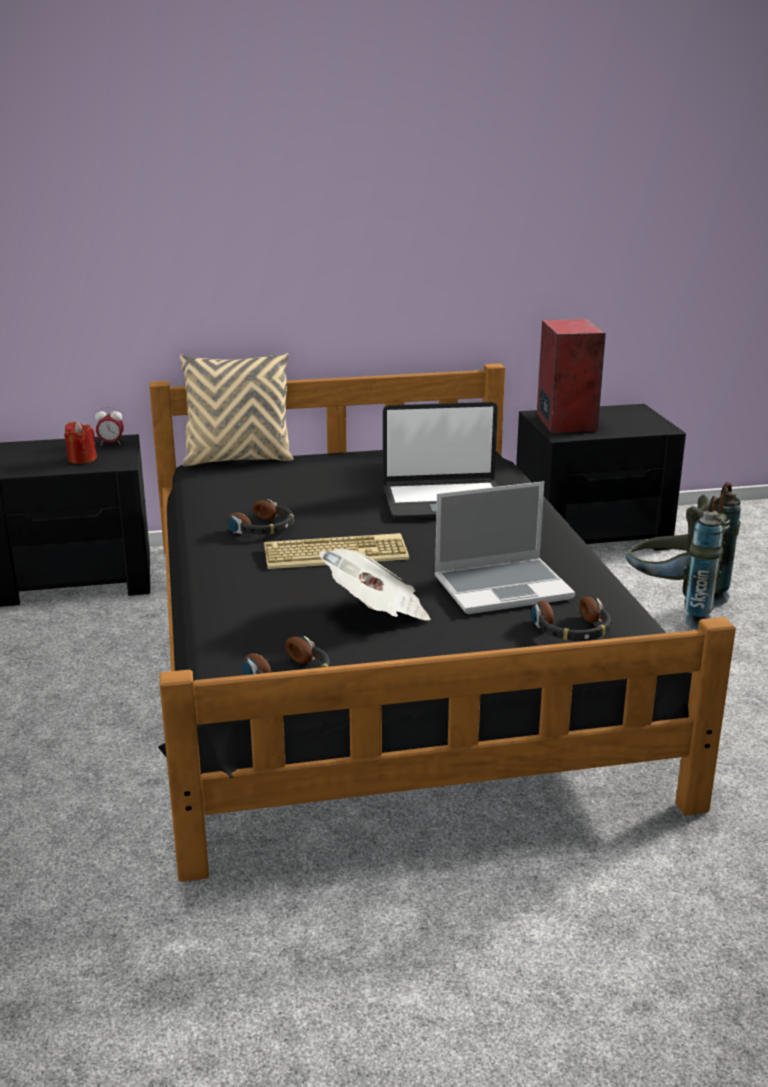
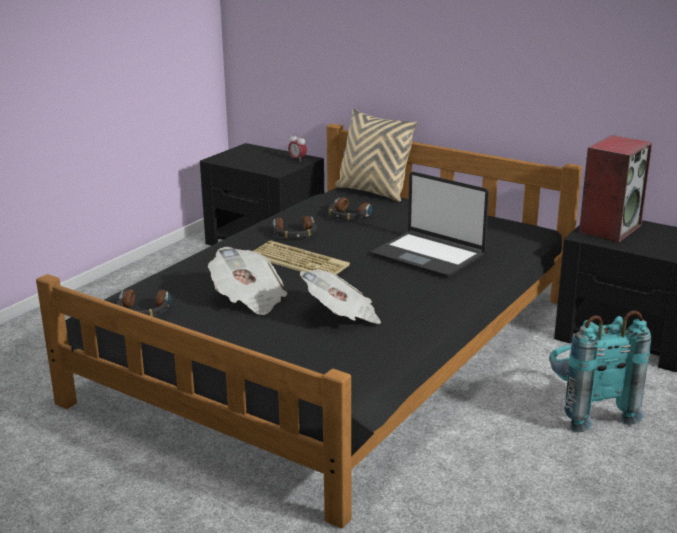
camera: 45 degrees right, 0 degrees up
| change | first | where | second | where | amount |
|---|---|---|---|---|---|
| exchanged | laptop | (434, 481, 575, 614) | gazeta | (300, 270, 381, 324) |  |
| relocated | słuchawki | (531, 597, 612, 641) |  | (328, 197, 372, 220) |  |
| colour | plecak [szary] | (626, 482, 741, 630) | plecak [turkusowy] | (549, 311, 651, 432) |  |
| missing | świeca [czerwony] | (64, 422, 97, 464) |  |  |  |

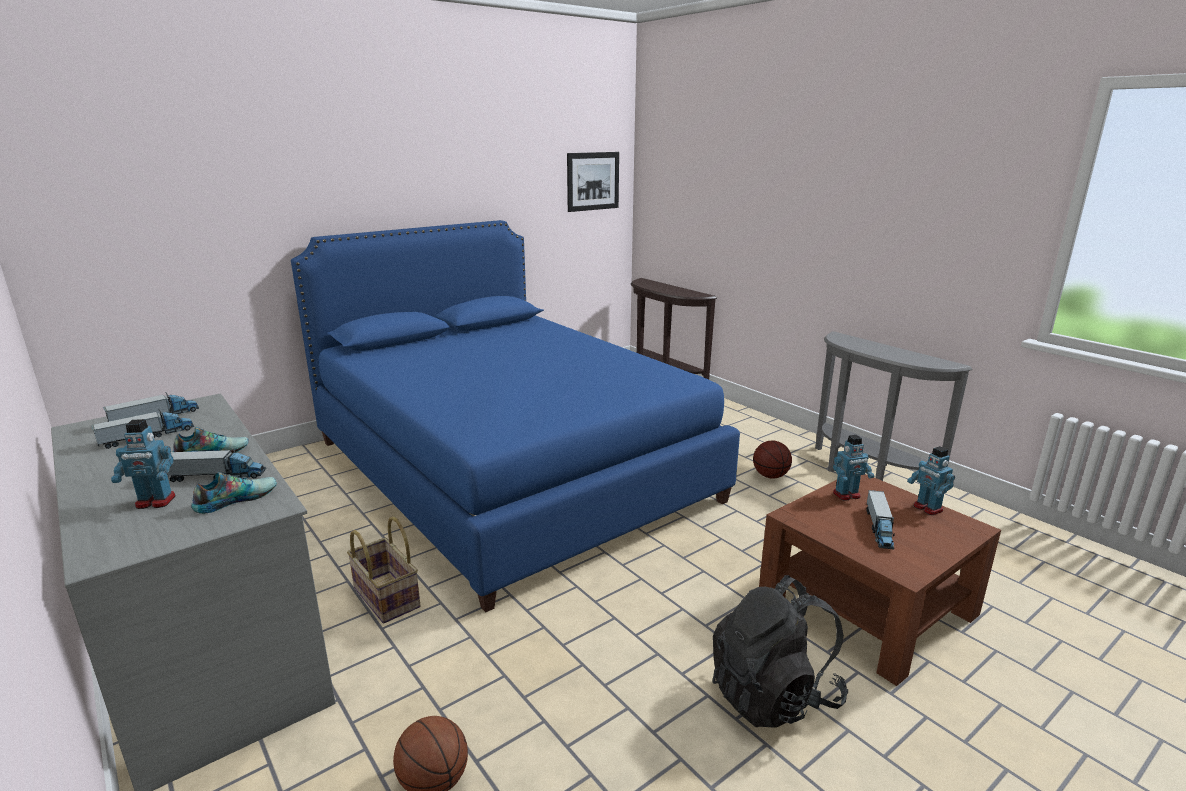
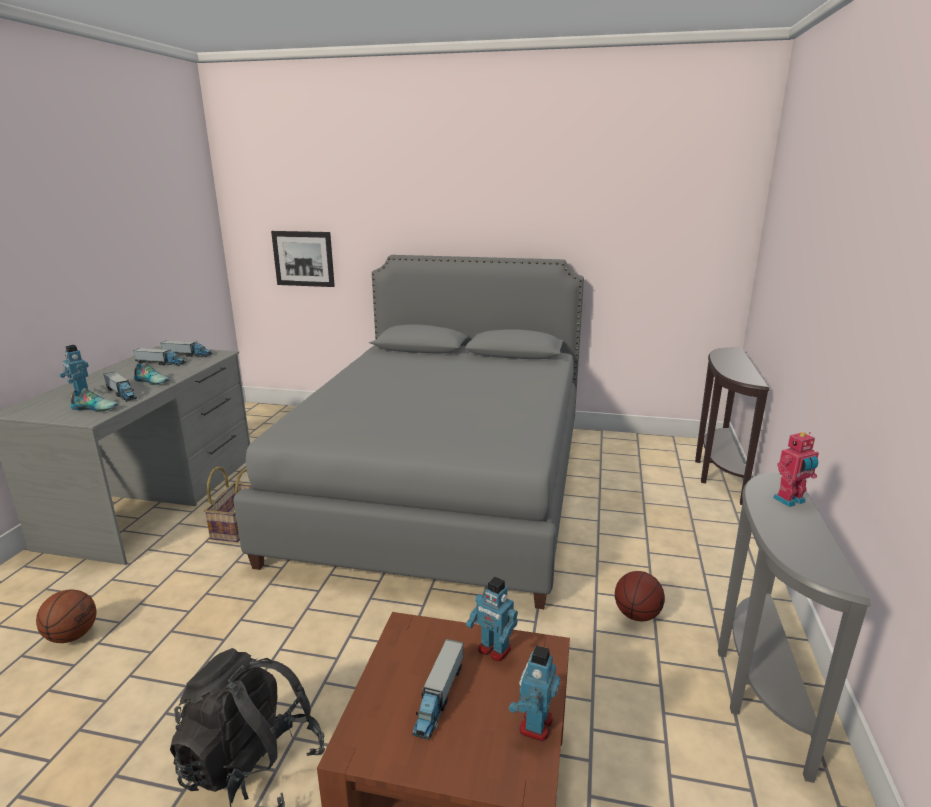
camera: 50 degrees right, 0 degrees up
| change | first | where | second | where | amount |
|---|---|---|---|---|---|
| colour | łóżko [niebieski] | (291, 220, 740, 612) | łóżko [szary] | (234, 255, 584, 609) |  |
| relocated | obraz | (567, 152, 619, 212) |  | (271, 231, 335, 287) |  |
| spun | ciężarówka zabawkowa | (867, 490, 895, 550) |  | (412, 639, 463, 740) | 45 degrees counterclockwise |
| appeared |  |  | robot zabawkowy | (773, 432, 819, 507) |  |

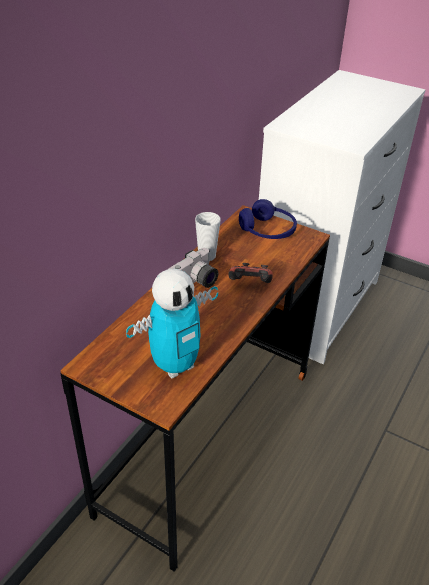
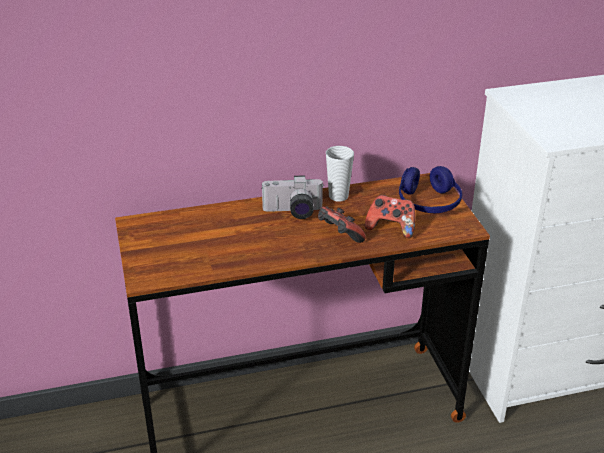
camera: 45 degrees right, 5 degrees down
| change | first | where | second | where | amount |
|---|---|---|---|---|---|
| appeared |  |  | pad do gier | (365, 195, 415, 238) |  |
| missing | robot zabawkowy | (126, 269, 218, 378) |  |  |  |

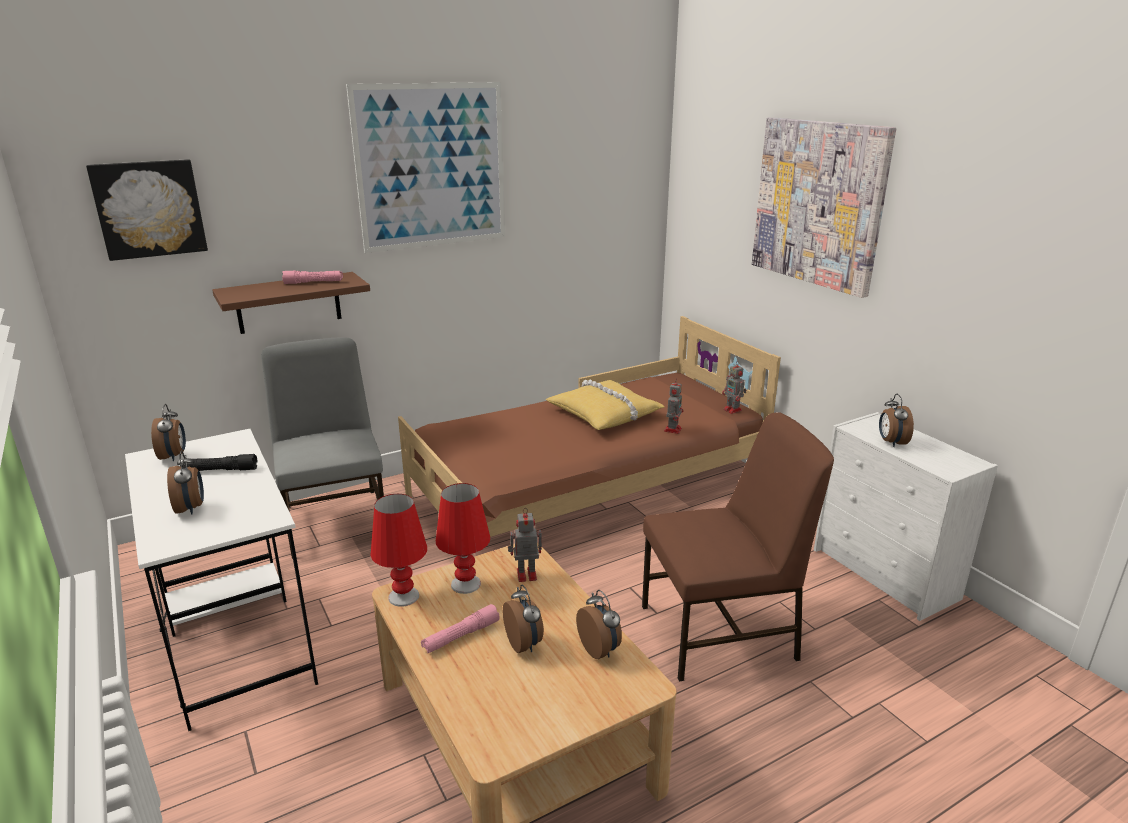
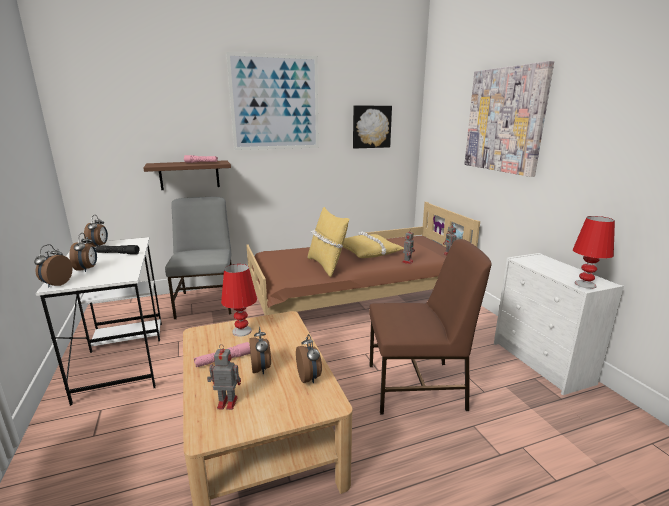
camera: 10 degrees right, 5 degrees down
| change | first | where | second | where | amount |
|---|---|---|---|---|---|
| relocated | budzik | (879, 394, 914, 447) |  | (34, 244, 73, 287) |  |
| relocated | robot zabawkowy | (508, 508, 542, 582) |  | (207, 344, 241, 410) |  |
| appeared |  |  | poduszka [żółty] | (308, 207, 349, 277) |  |
| relocated | obraz | (86, 159, 208, 261) |  | (353, 106, 392, 149) |  |
| relocated | lampa stołowa [czerwony] | (370, 494, 427, 607) |  | (573, 216, 615, 289) |  |

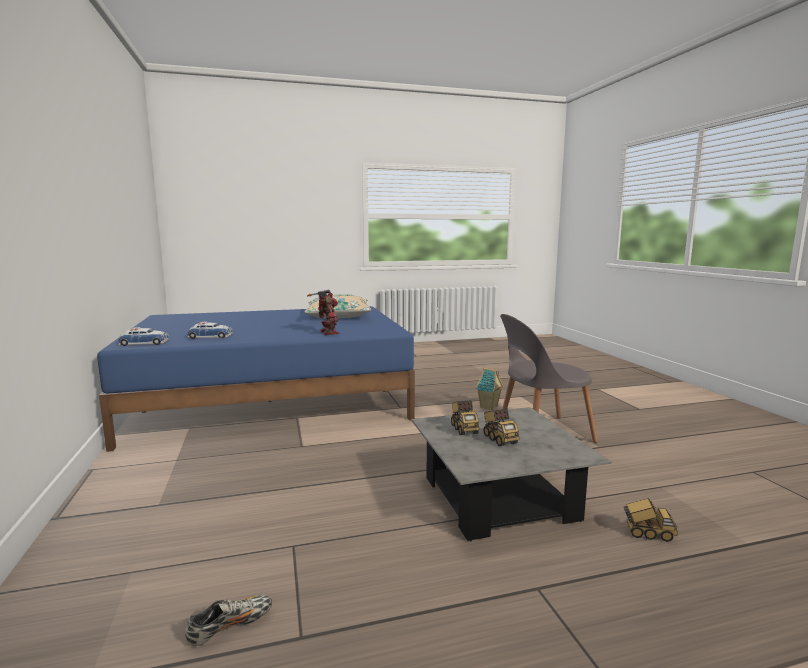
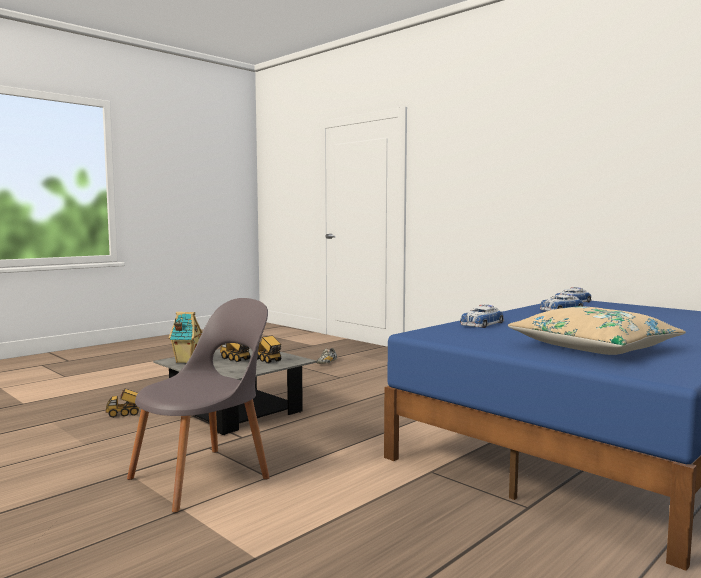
camera: 150 degrees right, 5 degrees down
| change | first | where | second | where | amount |
|---|---|---|---|---|---|
| relocated | domek | (476, 367, 503, 410) |  | (169, 312, 202, 363) |  |
| exchanged | robot zabawkowy | (307, 289, 339, 335) | samochodzik | (460, 305, 504, 328) |  |

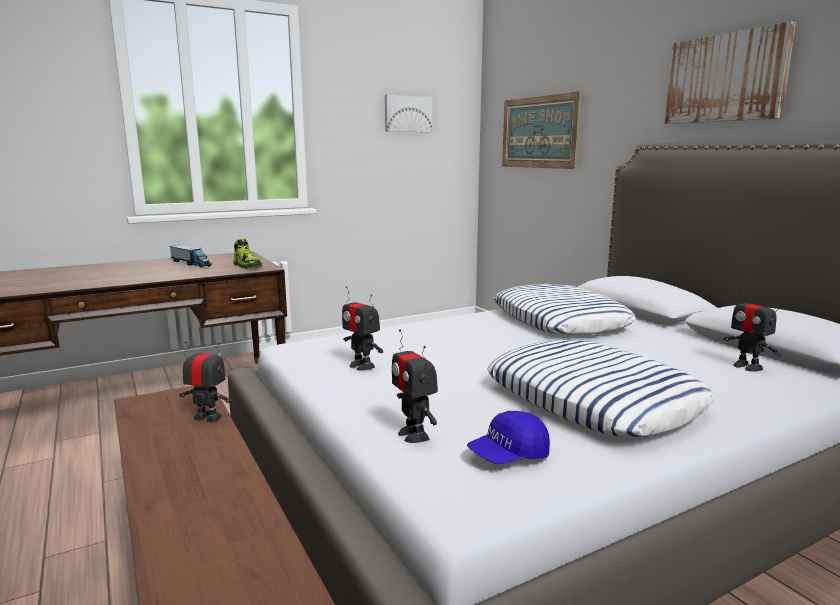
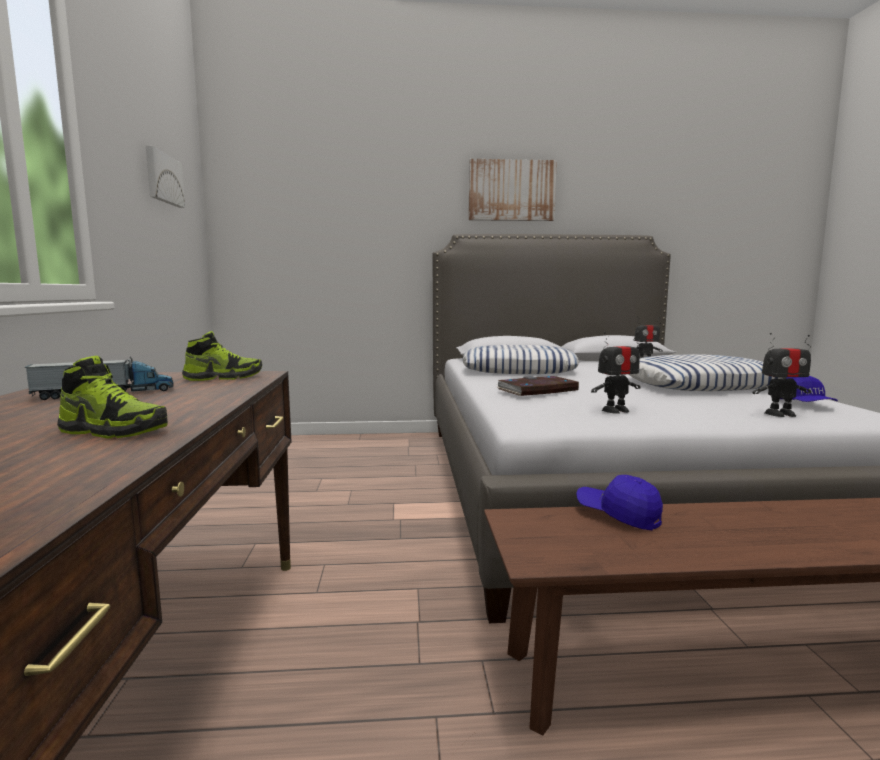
camera: 65 degrees left, 5 degrees down
| change | first | where | second | where | amount |
|---|---|---|---|---|---|
| appeared |  |  | but | (57, 356, 168, 439) |  |
| appeared |  |  | książka | (497, 376, 579, 396) |  |
| exchanged | robot zabawkowy | (179, 341, 232, 422) | czapka z daszkiem [niebieski] | (576, 475, 663, 530) |  |
| missing | obraz | (502, 91, 582, 169) |  |  |  |

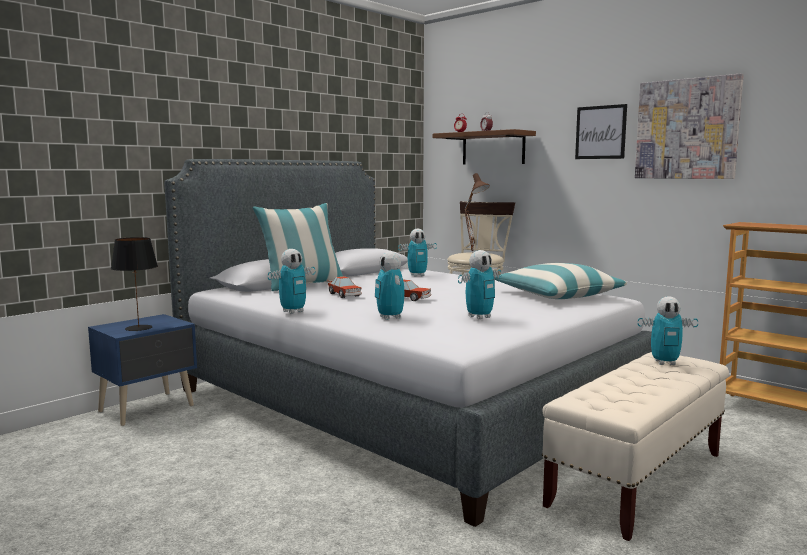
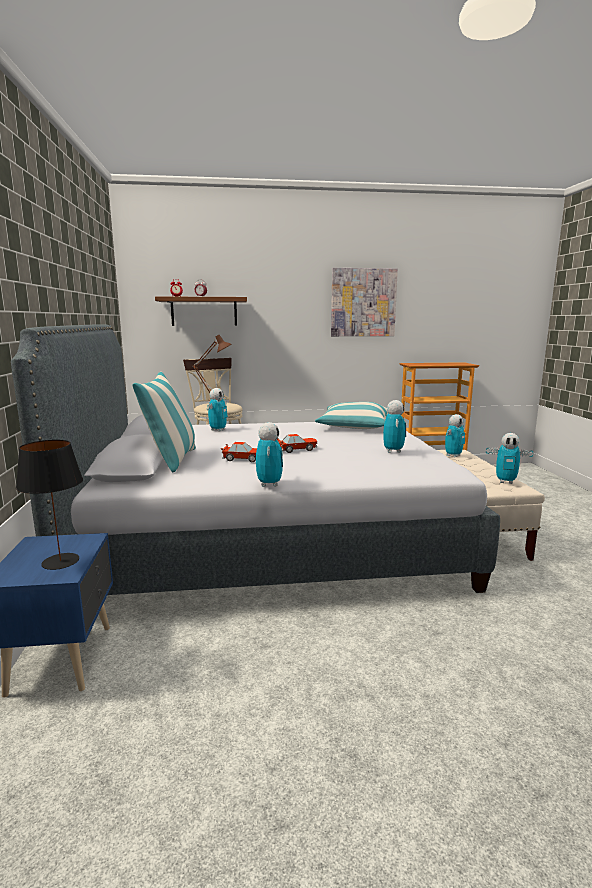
camera: 50 degrees left, 5 degrees up
| change | first | where | second | where | amount |
|---|---|---|---|---|---|
| relocated | robot zabawkowy | (375, 251, 404, 320) |  | (486, 433, 533, 484) |  |
| missing | obraz | (575, 104, 627, 159) |  |  |  |

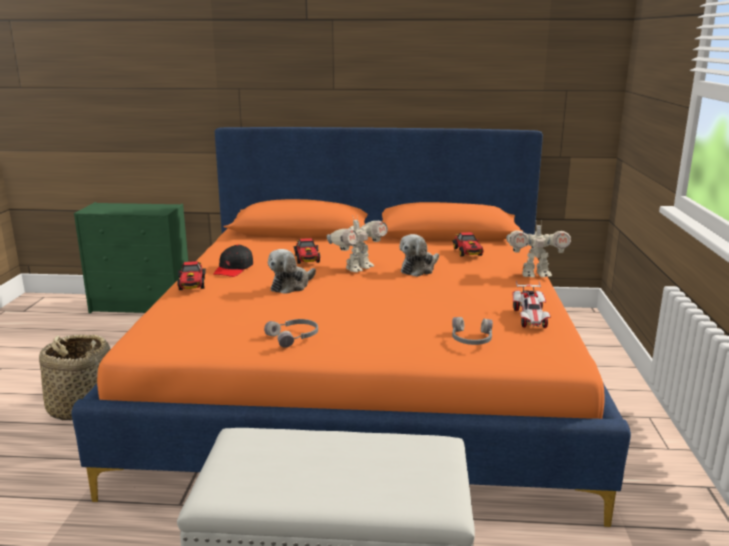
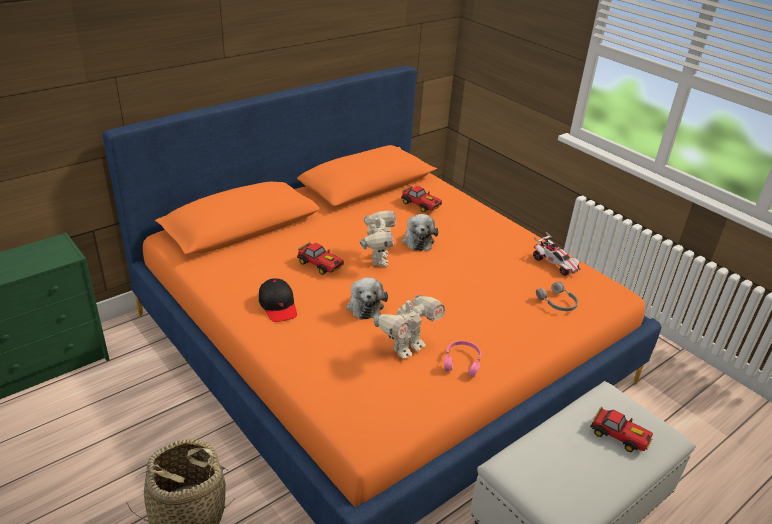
camera: 45 degrees left, 15 degrees up
| change | first | where | second | where | amount |
|---|---|---|---|---|---|
| relocated | robot zabawkowy | (506, 221, 571, 277) |  | (374, 294, 445, 359) |  |
| colour | słuchawki [szary] | (264, 319, 318, 348) | słuchawki [różowy] | (444, 341, 481, 377) |  |
| relocated | samochodzik | (178, 261, 206, 290) |  | (590, 406, 653, 452) |  |

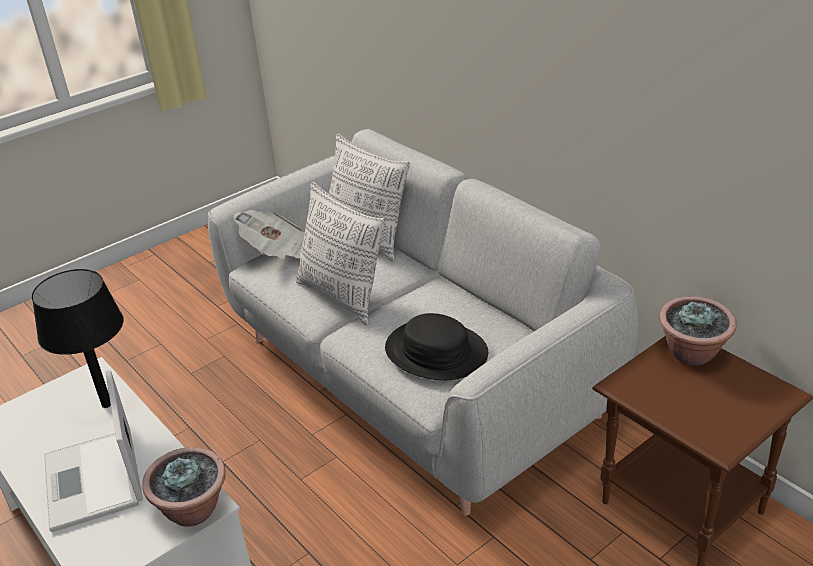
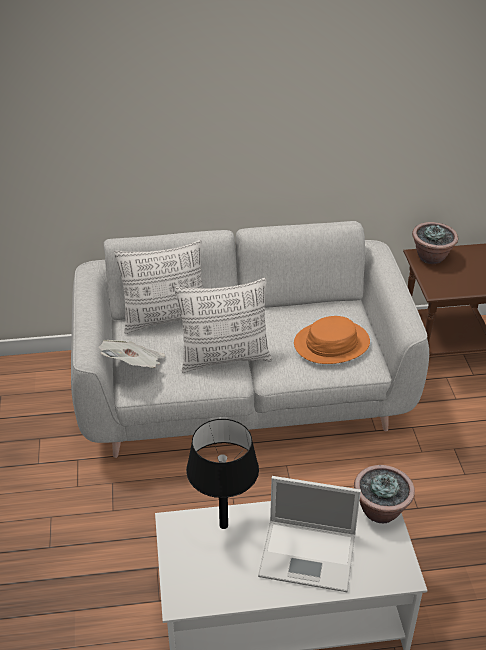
camera: 60 degrees left, 5 degrees up
| change | first | where | second | where | amount |
|---|---|---|---|---|---|
| colour | kapelusz [czarny] | (385, 313, 488, 380) | kapelusz [pomarańczowy] | (294, 316, 370, 364) |  |

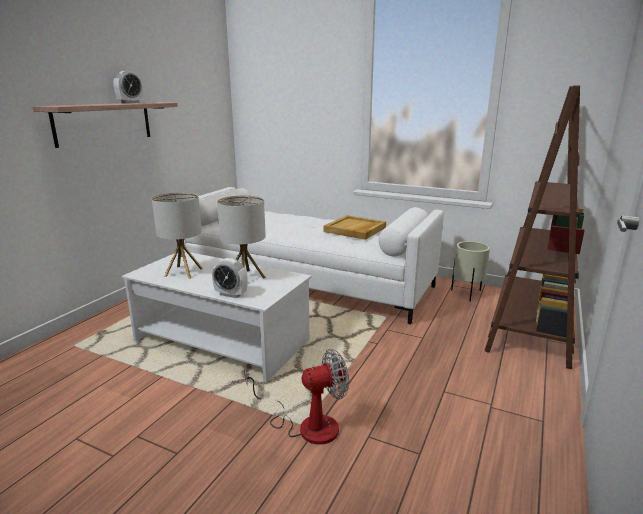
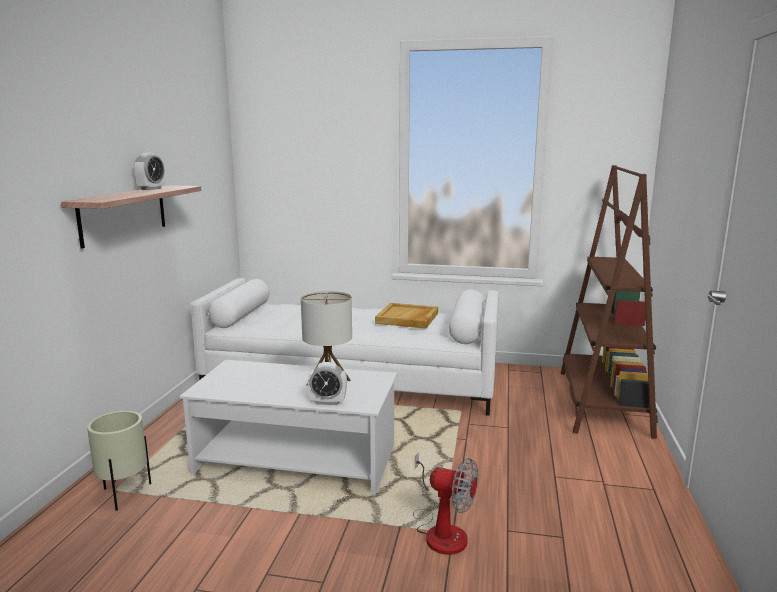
camera: 15 degrees left, 5 degrees down
| change | first | where | second | where | amount |
|---|---|---|---|---|---|
| relocated | donica [beżowy] | (451, 241, 490, 302) |  | (87, 411, 151, 510) |  |
| spun | wentylator | (244, 349, 349, 445) |  | (413, 452, 479, 555) | 60 degrees clockwise |
| missing | lampa stołowa | (152, 192, 203, 279) |  |  |  |

